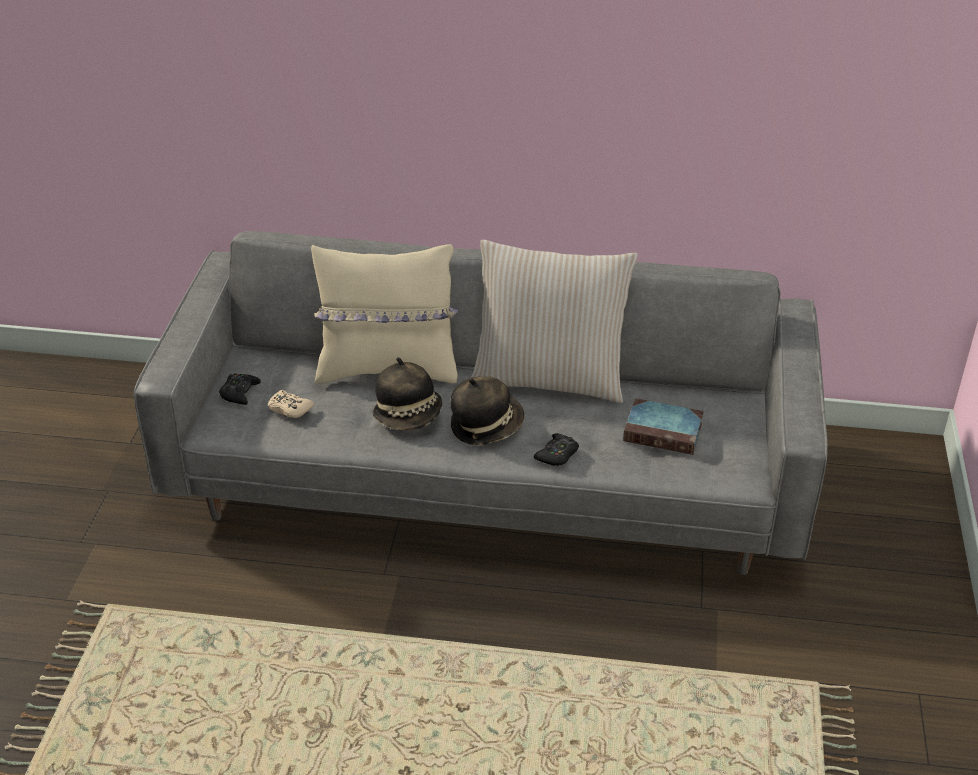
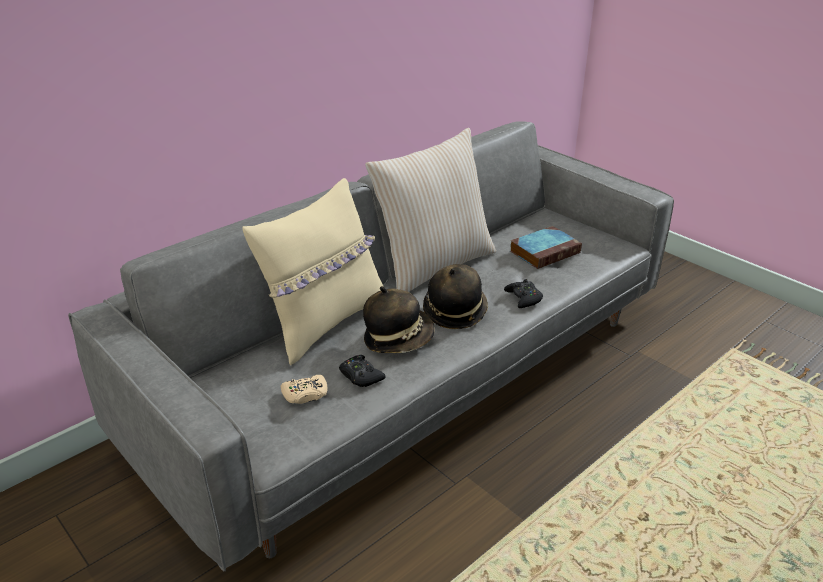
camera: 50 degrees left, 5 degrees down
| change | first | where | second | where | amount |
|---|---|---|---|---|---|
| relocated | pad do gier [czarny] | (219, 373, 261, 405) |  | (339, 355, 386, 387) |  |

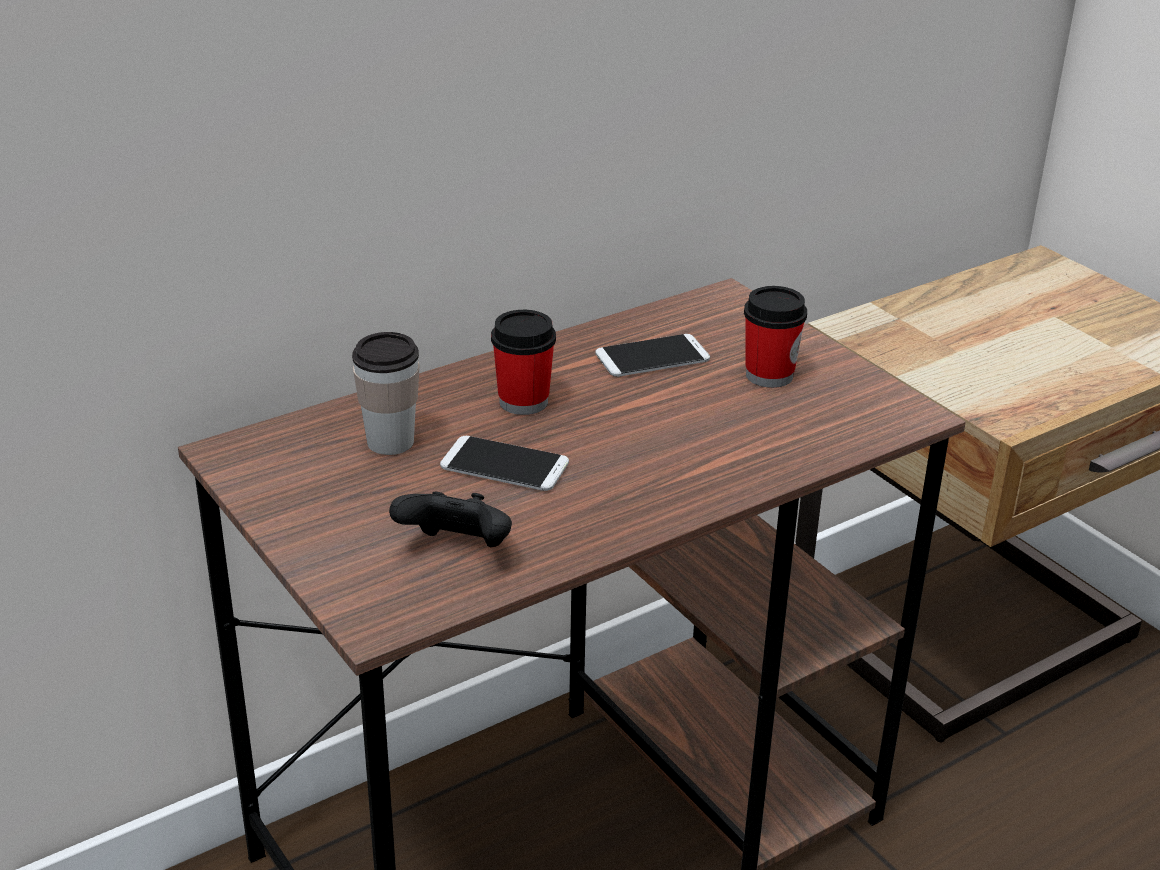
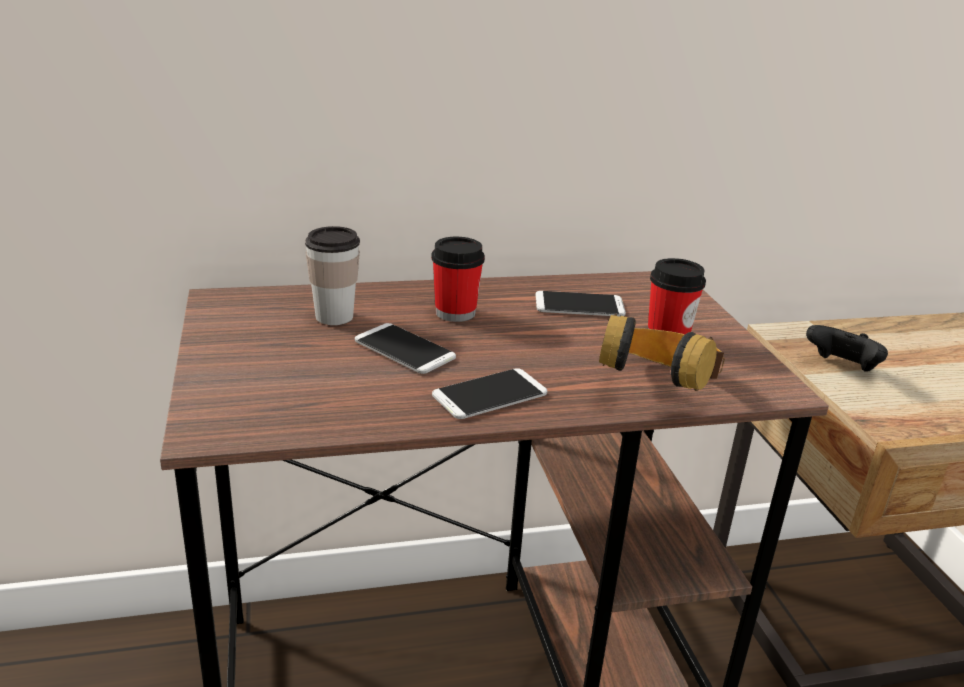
camera: 20 degrees right, 5 degrees down
| change | first | where | second | where | amount |
|---|---|---|---|---|---|
| appeared |  |  | telefon | (432, 368, 547, 419) |  |
| appeared |  |  | słuchawki | (599, 313, 725, 391) |  |
| relocated | pad do gier [czarny] | (389, 491, 512, 547) |  | (806, 325, 888, 372) |  |

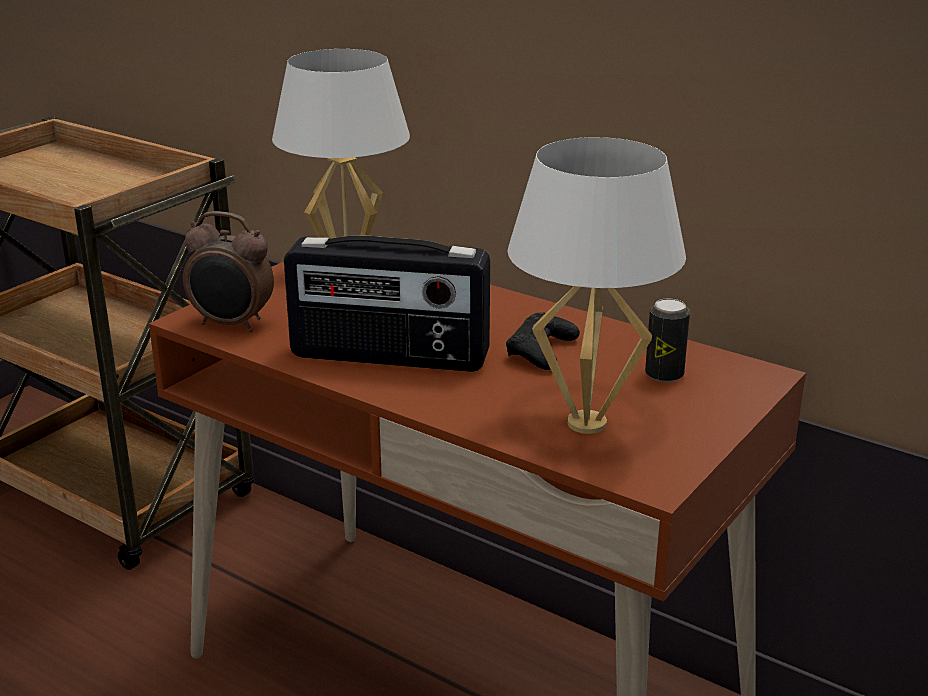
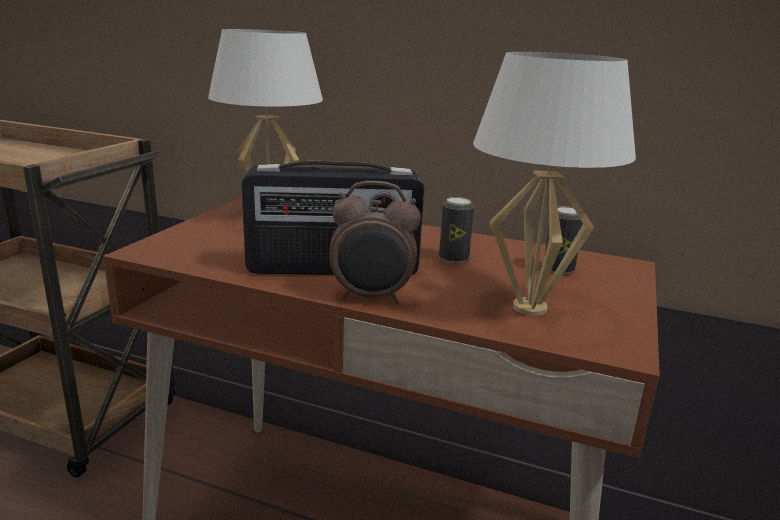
camera: 15 degrees left, 5 degrees down
| change | first | where | second | where | amount |
|---|---|---|---|---|---|
| relocated | budzik | (183, 211, 274, 332) |  | (329, 181, 421, 303) |  |
| exchanged | pad do gier [czarny] | (506, 312, 580, 370) | puszka | (439, 197, 474, 263) |  |

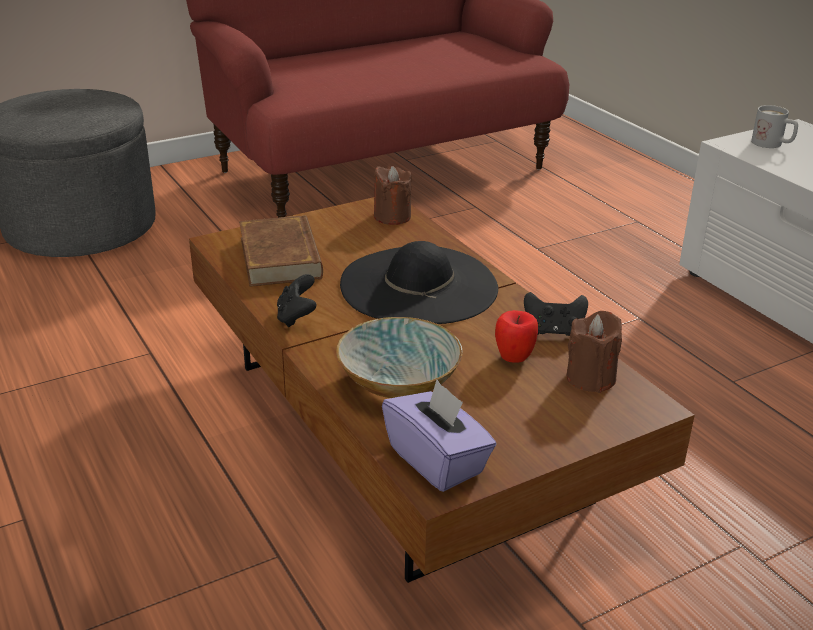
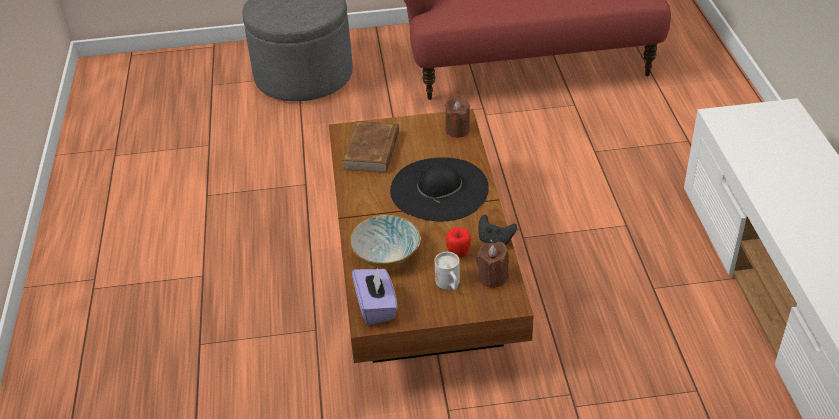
camera: 25 degrees right, 10 degrees up
| change | first | where | second | where | amount |
|---|---|---|---|---|---|
| relocated | kubek [biały] | (751, 105, 798, 148) |  | (434, 252, 460, 290) |  |
| missing | pad do gier [czarny] | (277, 274, 317, 327) |  |  |  |

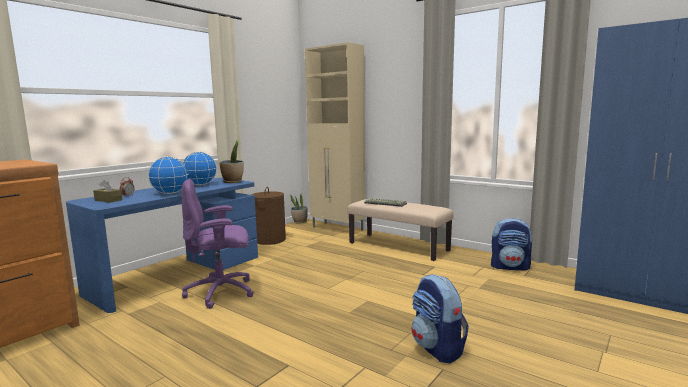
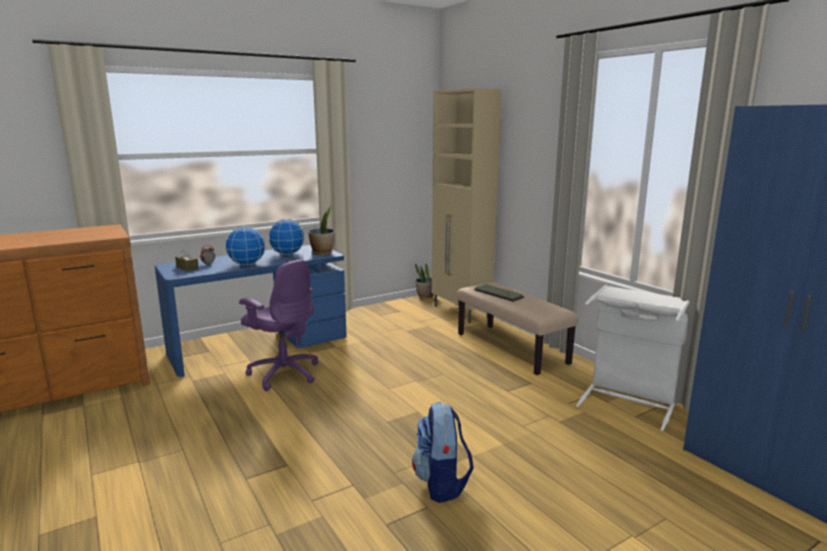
camera: 20 degrees right, 5 degrees up
| change | first | where | second | where | amount |
|---|---|---|---|---|---|
| spun | krzesło biurowe [fioletowy] | (182, 179, 254, 309) |  | (239, 259, 318, 391) | 150 degrees counterclockwise |
| exchanged | plecak | (491, 218, 533, 271) | kosz na pranie [biały] | (576, 285, 690, 431) |  |
| missing | kosz na pranie [brązowy] | (252, 187, 286, 245) |  |  |  |

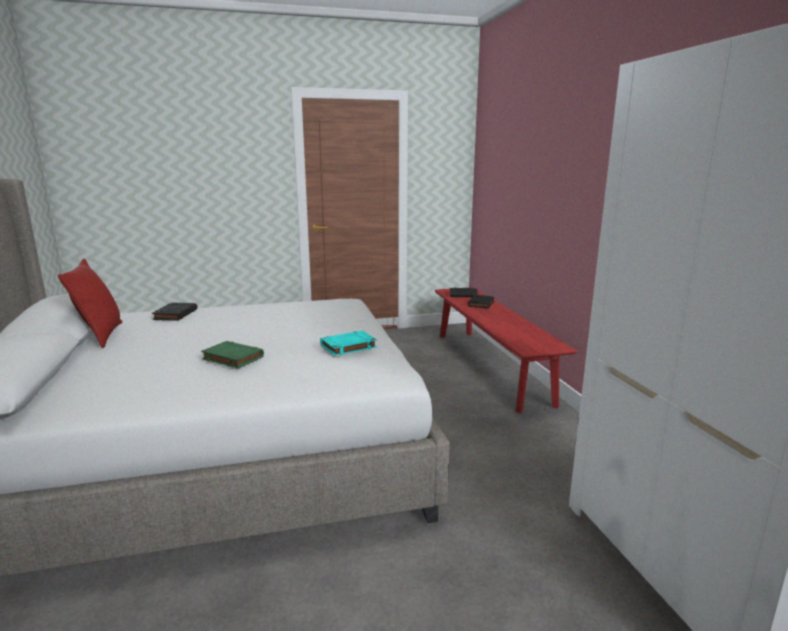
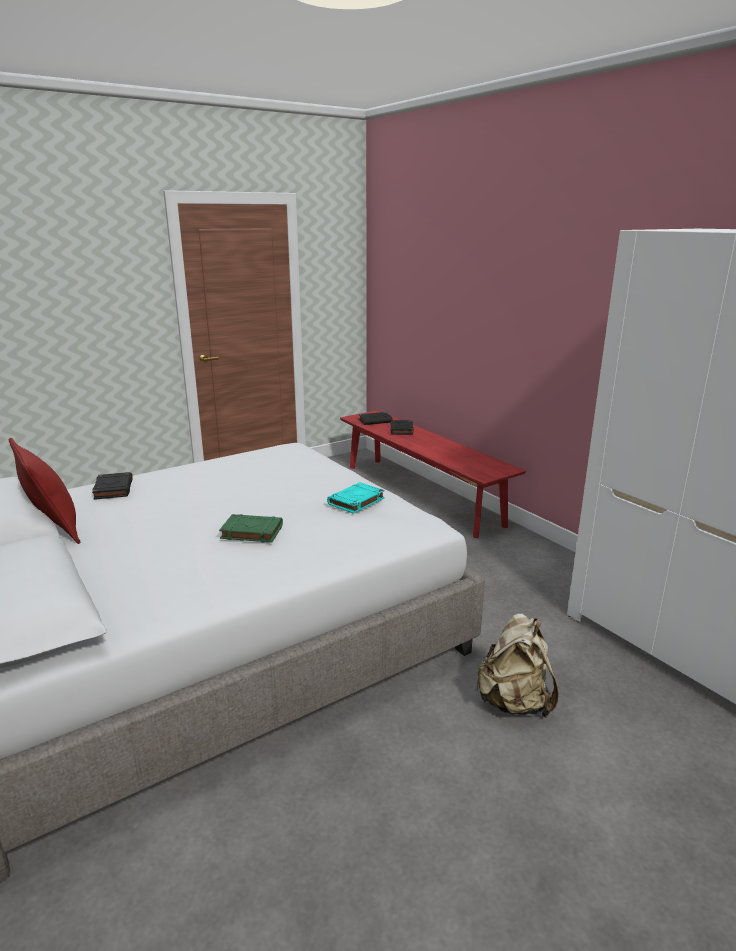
camera: 20 degrees left, 5 degrees up
| change | first | where | second | where | amount |
|---|---|---|---|---|---|
| appeared |  |  | plecak [beżowy] | (476, 613, 559, 718) |  |

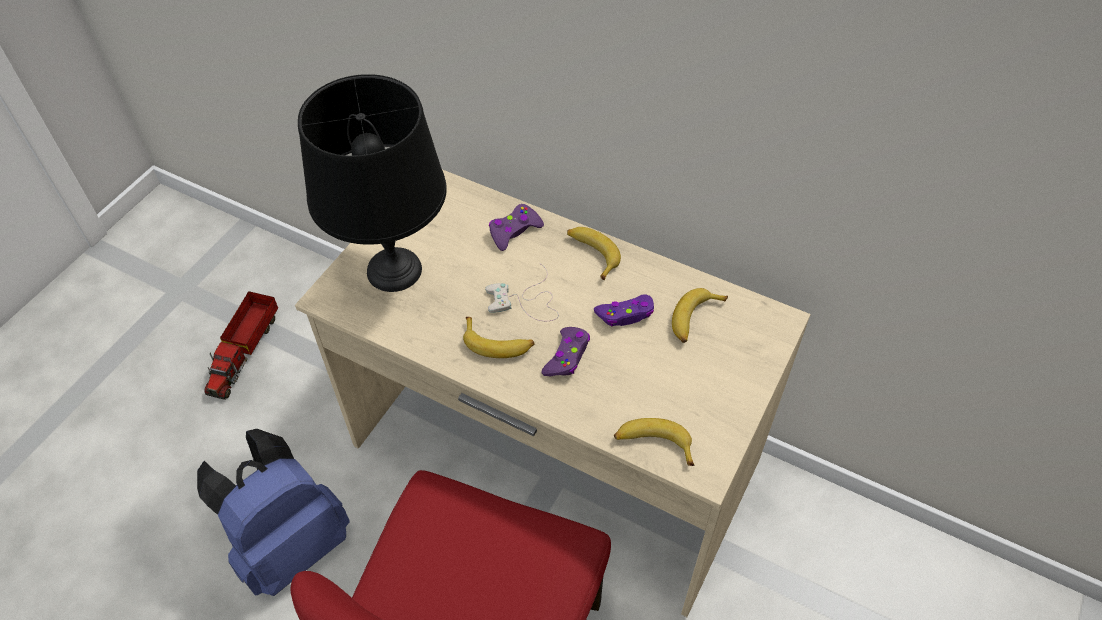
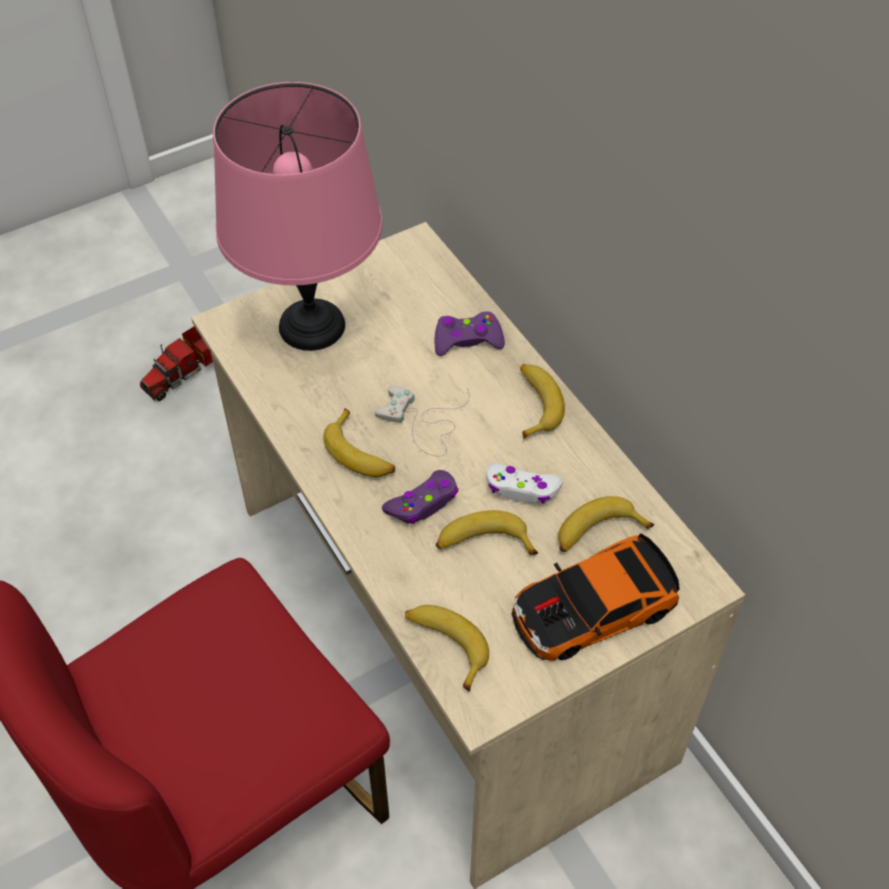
camera: 30 degrees right, 0 degrees up
| change | first | where | second | where | amount |
|---|---|---|---|---|---|
| colour | lampa stołowa [czarny] | (298, 74, 447, 292) | lampa stołowa [różowy] | (213, 82, 383, 351) |  |
| appeared |  |  | banan | (436, 510, 538, 555) |  |
| colour | pad do gier [fioletowy] | (594, 294, 654, 326) | pad do gier [biały] | (486, 463, 563, 504) |  |
| appeared |  |  | samochodzik | (512, 533, 680, 661) |  |
| missing | plecak [niebieski] | (197, 429, 350, 596) |  |  |  |

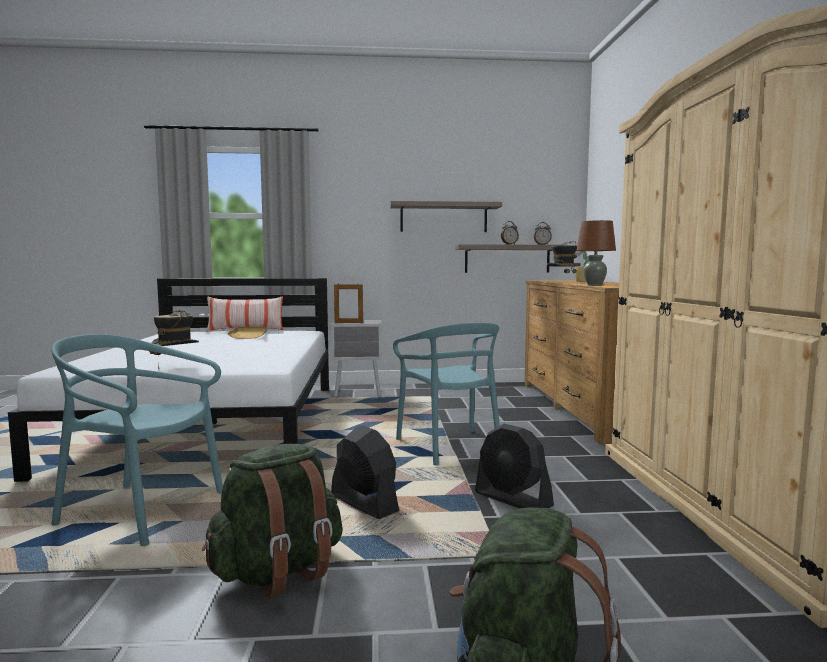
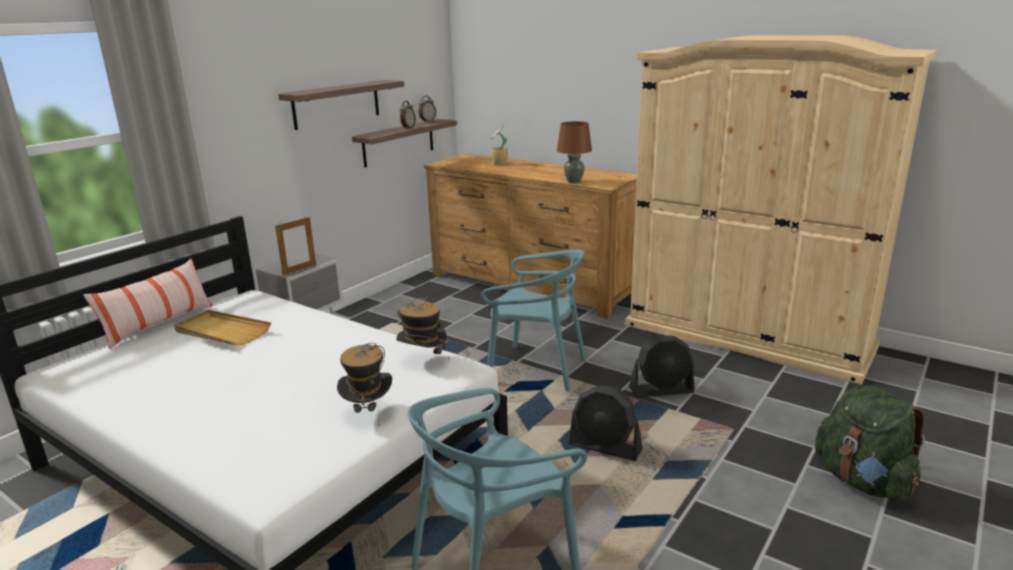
camera: 50 degrees left, 15 degrees up
| change | first | where | second | where | amount |
|---|---|---|---|---|---|
| relocated | kapelusz | (547, 241, 581, 283) |  | (396, 297, 449, 354) |  |
| spun | wentylator [czarny] | (331, 425, 399, 519) |  | (569, 385, 642, 461) | 150 degrees counterclockwise |
| missing | plecak [zielony] | (202, 444, 343, 598) |  |  |  |

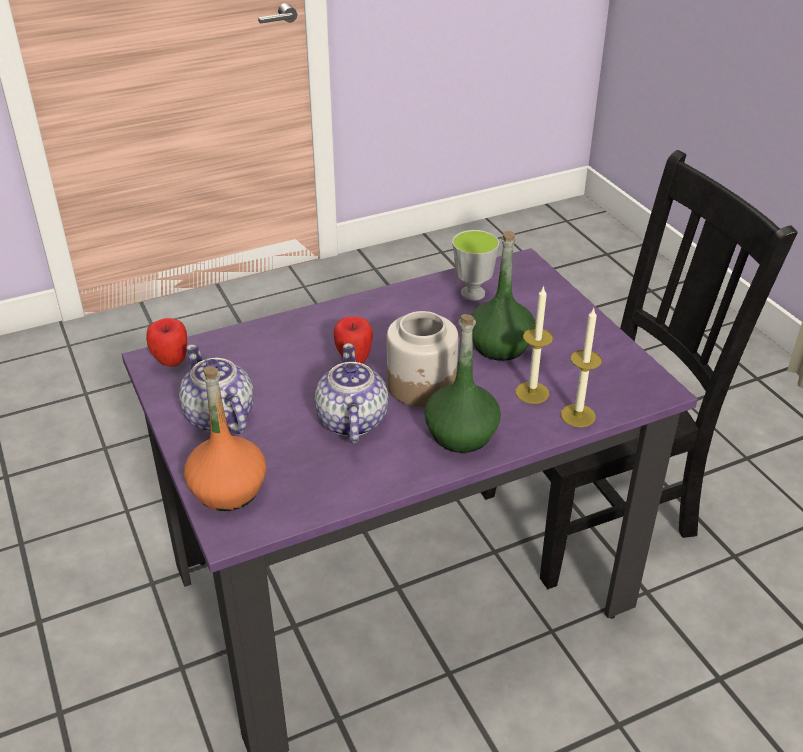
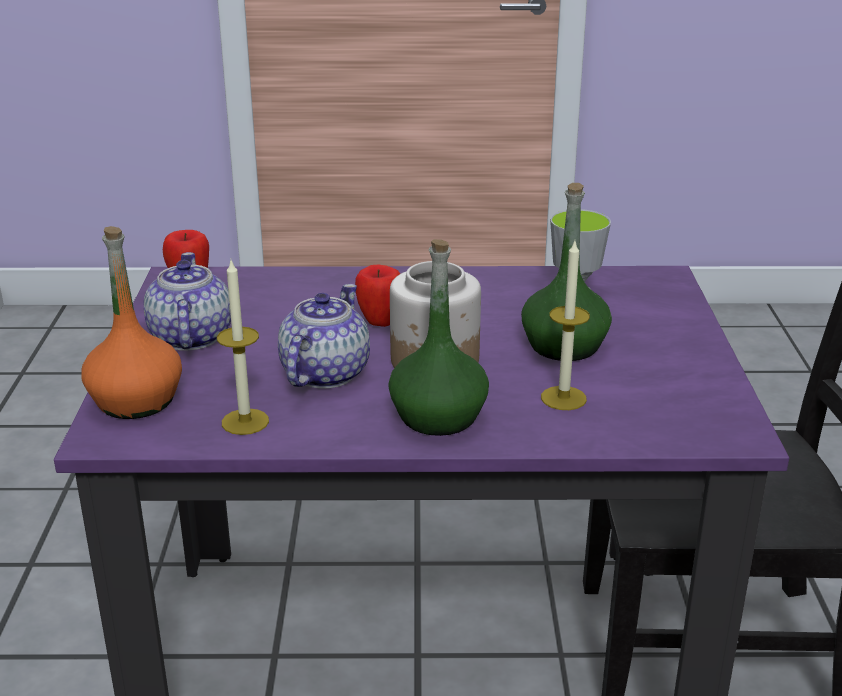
camera: 25 degrees right, 10 degrees down
| change | first | where | second | where | amount |
|---|---|---|---|---|---|
| relocated | świeca | (561, 308, 602, 427) |  | (217, 261, 269, 435) |  |

